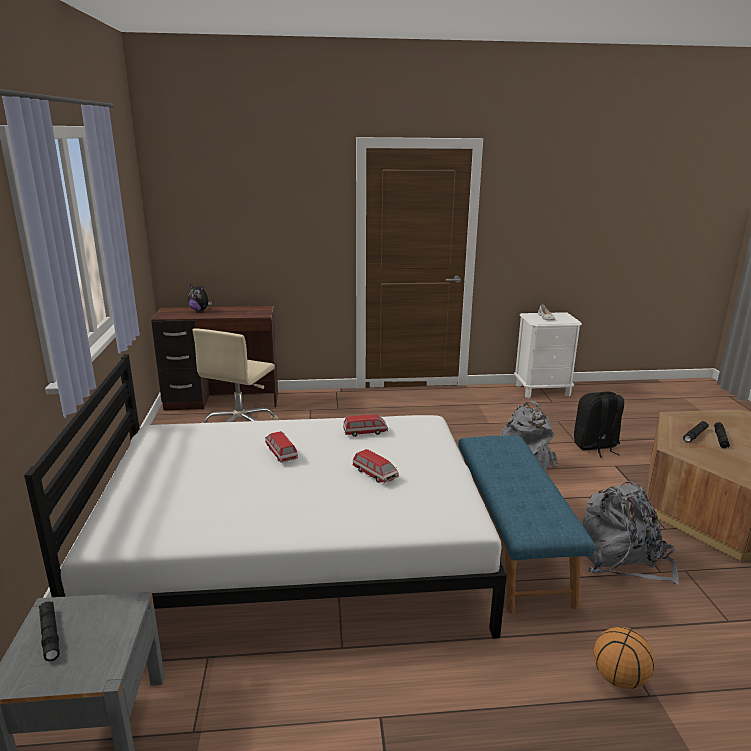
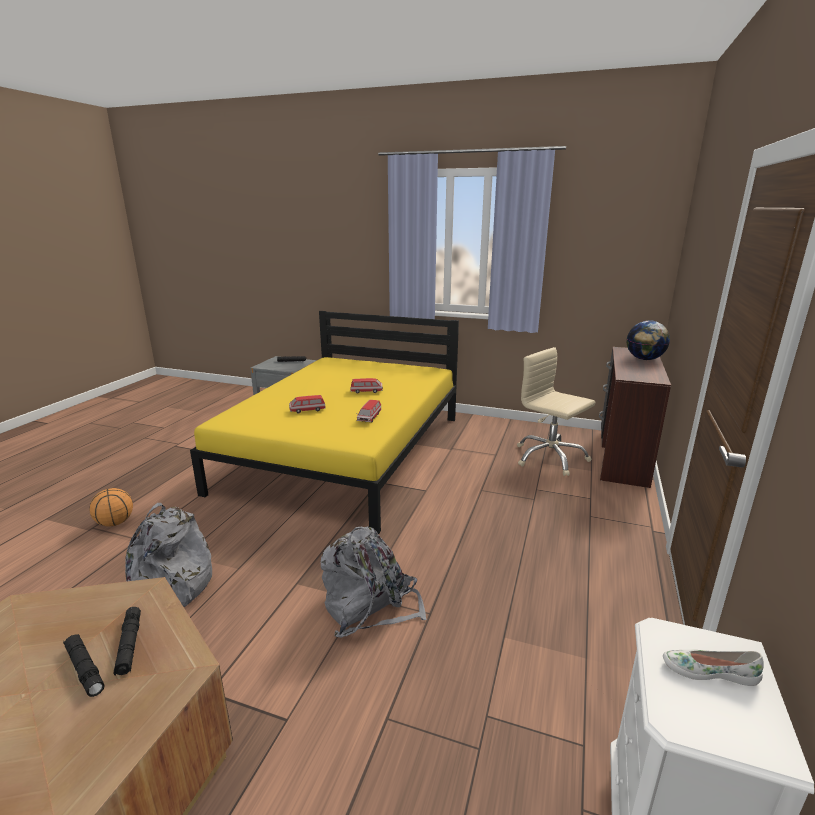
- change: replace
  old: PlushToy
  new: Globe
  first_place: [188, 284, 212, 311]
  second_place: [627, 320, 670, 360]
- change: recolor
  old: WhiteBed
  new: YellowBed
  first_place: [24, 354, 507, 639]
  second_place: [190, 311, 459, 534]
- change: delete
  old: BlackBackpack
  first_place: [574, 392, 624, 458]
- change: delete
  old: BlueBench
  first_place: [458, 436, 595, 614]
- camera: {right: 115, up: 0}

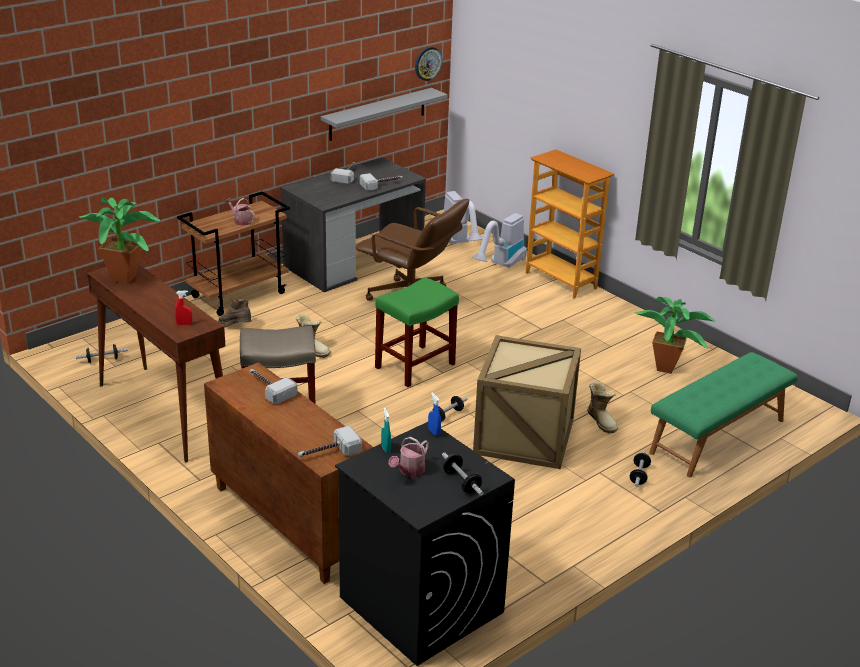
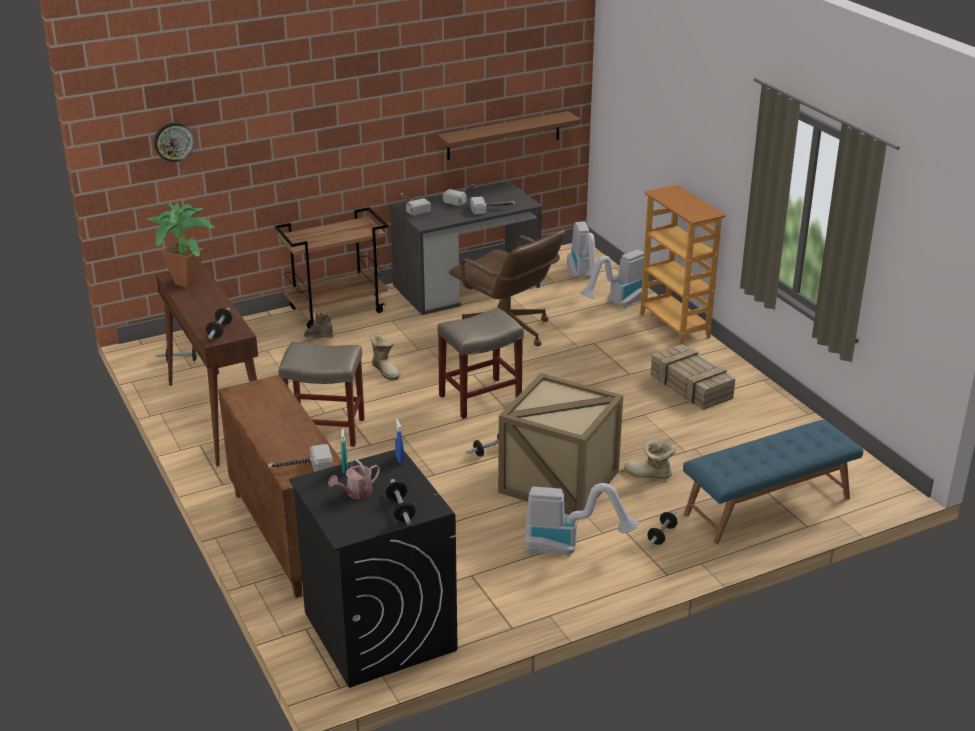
- change: move
  old: WallClock
  first_place: [415, 47, 442, 81]
  second_place: [154, 122, 195, 162]
- change: recolor
  old: GreyShelf
  new: BrownShelf
  first_place: [321, 88, 448, 141]
  second_place: [437, 111, 581, 160]
- change: delete
  old: WateringCan
  first_place: [224, 198, 255, 226]
- change: recolor
  old: GreenStool
  new: BeigeStool
  first_place: [375, 277, 459, 387]
  second_place: [437, 308, 524, 419]
- change: replace
  old: RedSprayBottle
  new: Dumbbell
  first_place: [175, 291, 192, 325]
  second_place: [206, 308, 232, 339]
- change: delete
  old: PottedPlant
  first_place: [634, 297, 716, 374]
- change: recolor
  old: GreenBench
  new: BlueBench
  first_place: [649, 352, 798, 477]
  second_place: [683, 420, 863, 544]
- change: move
  old: Hammer
  first_place: [250, 369, 298, 404]
  second_place: [400, 193, 431, 216]
- change: rotate
  old: Boot
  first_place: [587, 381, 618, 434]
  second_place: [624, 440, 675, 479]
  degrees: 120
- change: insert
  new: Crate
  second_place: [651, 344, 735, 410]
- change: insert
  new: VacuumCleaner
  second_place: [525, 483, 638, 556]
- camera: {right: 15, up: 0}

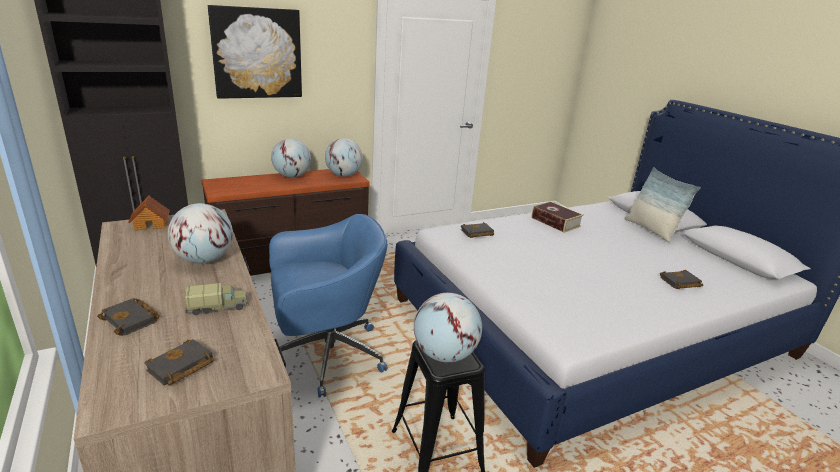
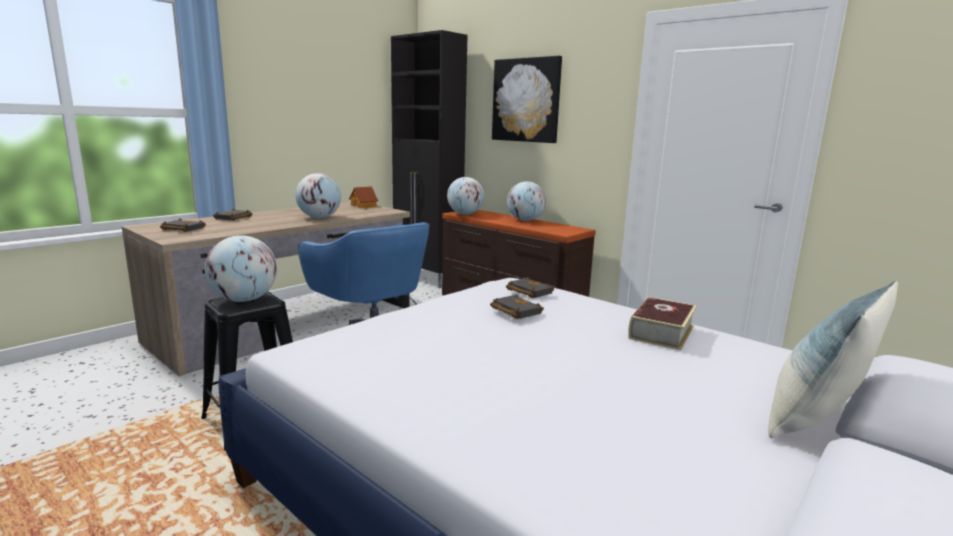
- change: move
  old: Globe
  first_place: [325, 138, 363, 177]
  second_place: [447, 177, 484, 215]
- change: move
  old: BlackBook
  first_place: [660, 270, 703, 289]
  second_place: [490, 294, 544, 319]
- change: delete
  old: ToyTruck
  first_place: [185, 283, 247, 315]
- camera: {right: 70, up: -10}

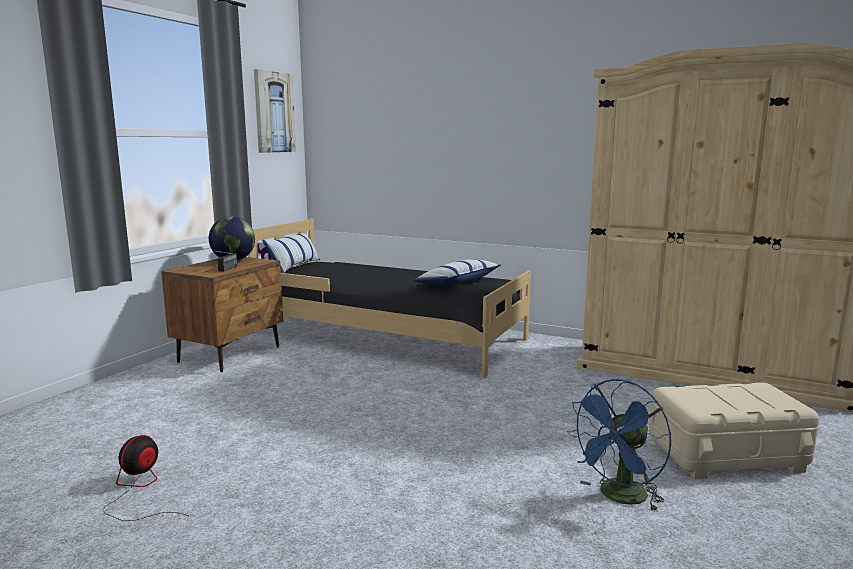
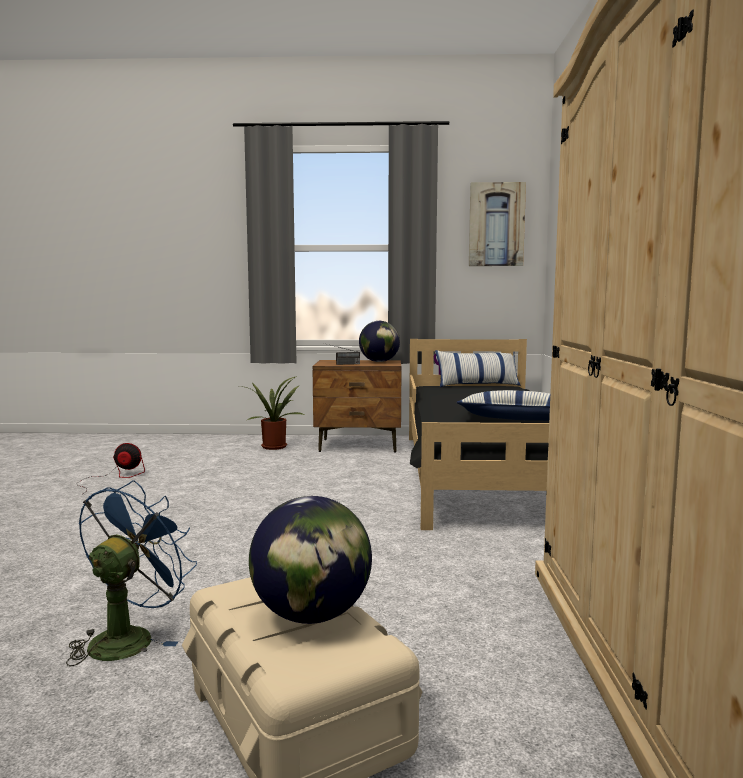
- change: rotate
  old: BlueFan
  first_place: [567, 379, 671, 512]
  second_place: [66, 480, 197, 666]
  degrees: 90
- change: insert
  new: PottedPlant
  second_place: [239, 376, 306, 450]
- change: insert
  new: Globe
  second_place: [249, 496, 372, 624]
- camera: {right: 65, up: -5}

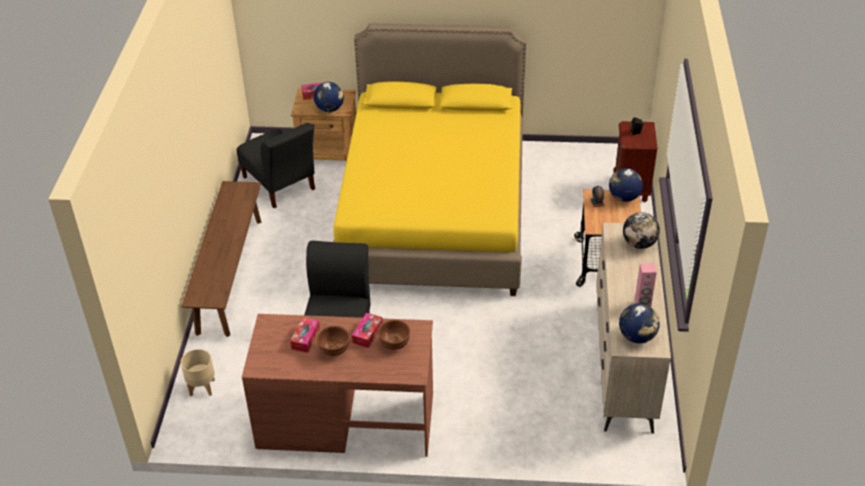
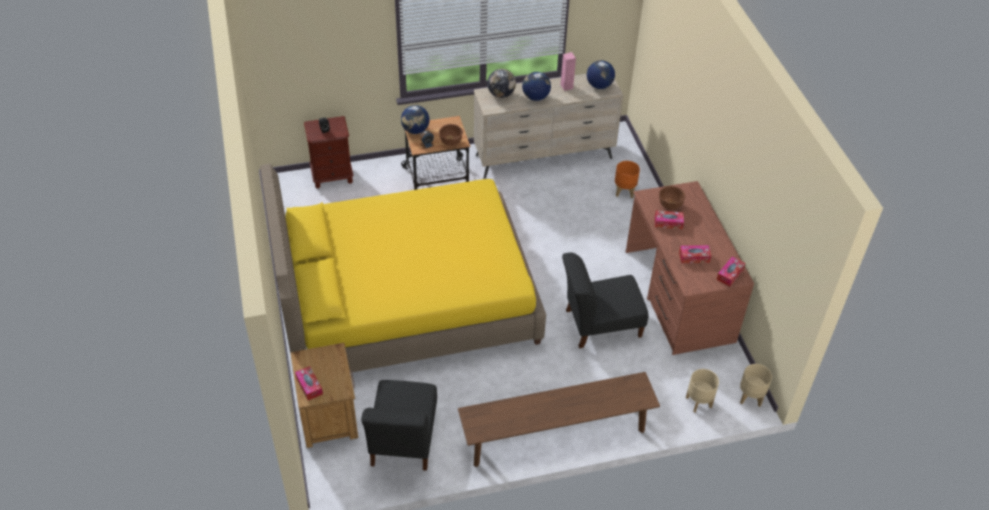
- change: move
  old: Globe
  first_place: [314, 82, 344, 112]
  second_place: [522, 72, 551, 101]
- change: rotate
  old: BlackChair
  first_place: [237, 123, 315, 208]
  second_place: [361, 380, 437, 471]
  degrees: 150
- change: move
  old: BrownBowl
  first_place: [317, 326, 350, 356]
  second_place: [439, 124, 463, 146]
- change: insert
  new: OrangePlanter
  second_place: [615, 161, 640, 198]
- change: insert
  new: TissueBox
  second_place: [716, 257, 745, 287]
- change: insert
  new: BeigePlanter
  second_place: [740, 364, 772, 407]
- camera: {right: -110, up: 5}

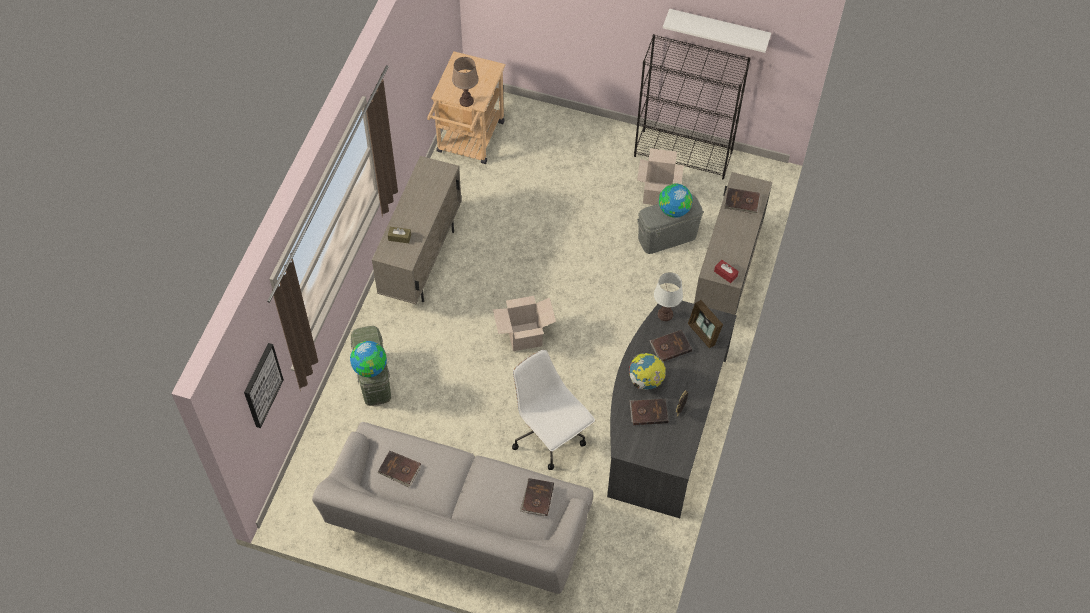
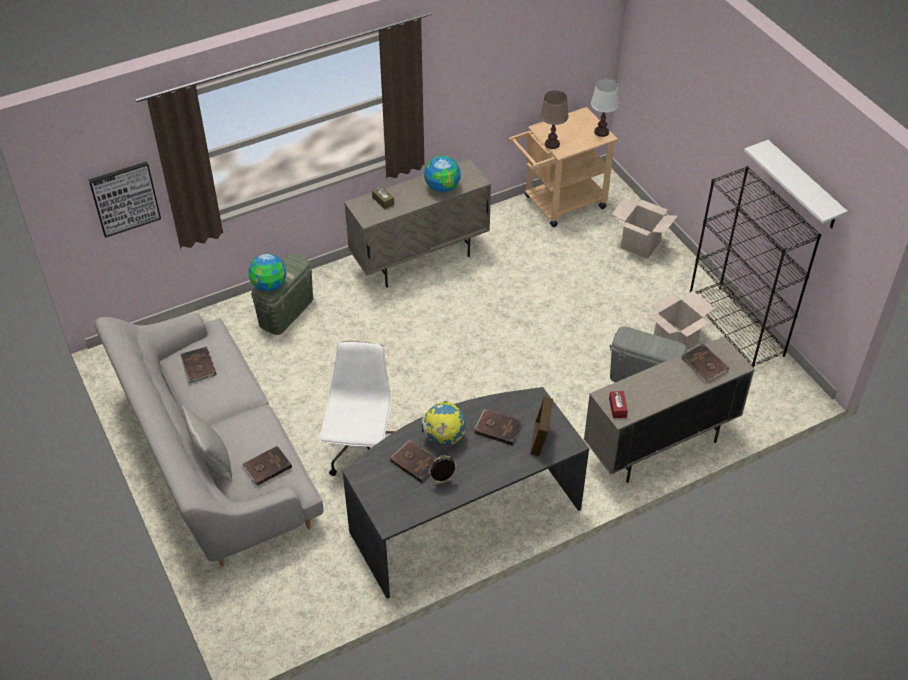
- change: move
  old: Globe
  first_place: [659, 184, 693, 218]
  second_place: [424, 156, 461, 193]
- change: move
  old: WhiteTableLamp
  first_place: [654, 272, 683, 321]
  second_place: [591, 79, 619, 137]
- change: move
  old: CardboardBox
  first_place: [493, 296, 556, 351]
  second_place: [612, 198, 677, 259]
- change: insert
  new: GreyPillow
  second_place: [182, 405, 232, 482]
- camera: {right: 45, up: -10}

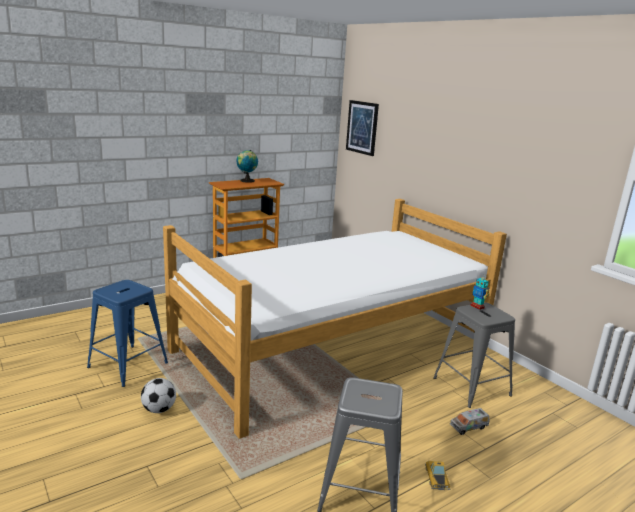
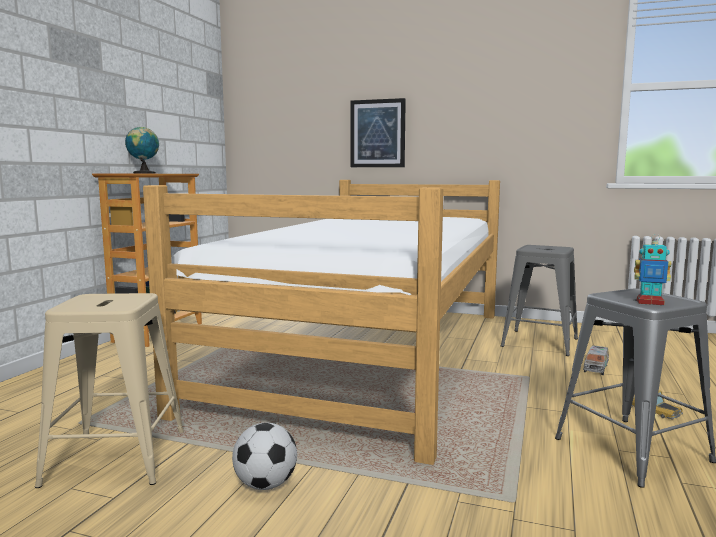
- change: move
  old: Picture
  first_place: [346, 100, 379, 156]
  second_place: [350, 98, 406, 167]
- change: move
  old: ToyRobot
  first_place: [471, 275, 489, 310]
  second_place: [634, 234, 671, 305]
- change: recolor
  old: BlueStool
  new: BeigeStool
  first_place: [87, 280, 168, 387]
  second_place: [35, 293, 184, 488]
- camera: {right: -35, up: -10}

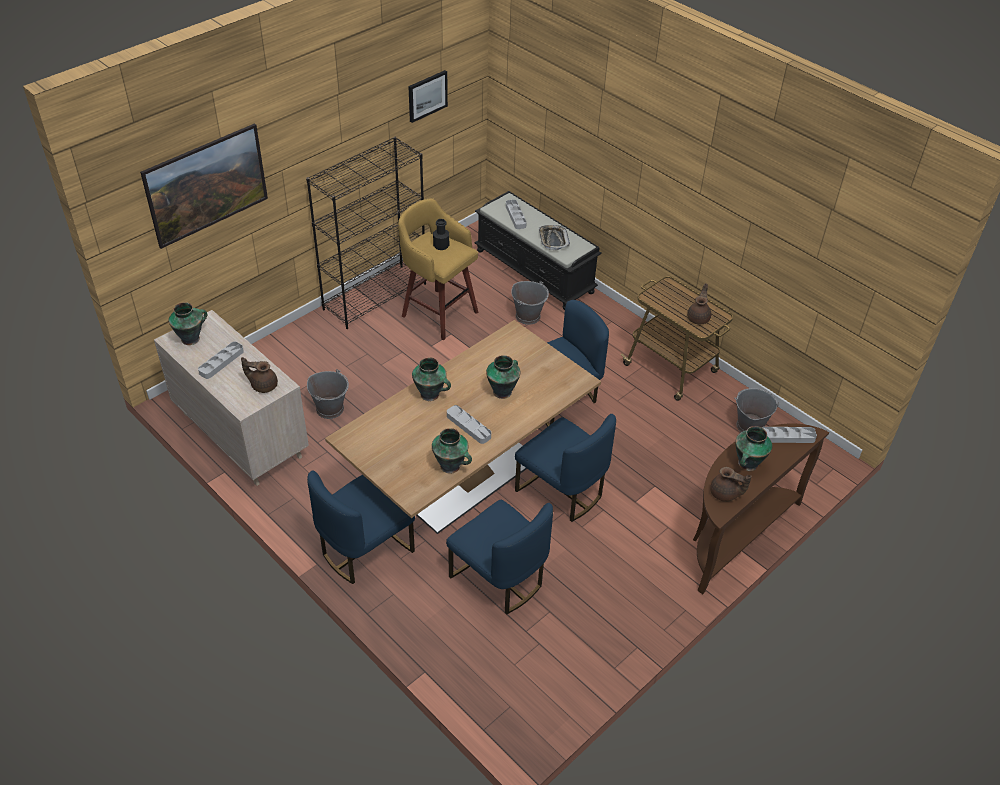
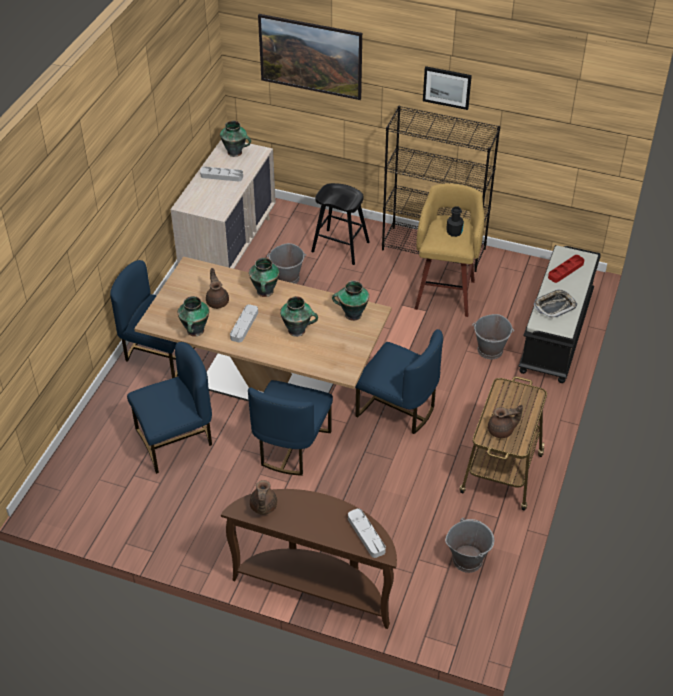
- change: move
  old: Picture
  first_place: [408, 70, 448, 123]
  second_place: [423, 66, 472, 110]
- change: recolor
  old: GreyTray
  new: RedTray
  first_place: [506, 200, 527, 229]
  second_place: [548, 255, 584, 283]
- change: move
  old: BrownTeapot
  first_place: [241, 357, 278, 393]
  second_place: [206, 268, 229, 309]
- change: move
  old: Vase
  first_place: [735, 426, 772, 471]
  second_place: [332, 281, 369, 321]
- change: rotate
  old: BlueChair
  first_place: [446, 500, 553, 614]
  second_place: [127, 342, 212, 474]
  degrees: -135
- change: insert
  new: BlackStool
  second_place: [311, 183, 370, 265]
- camera: {right: 65, up: 0}

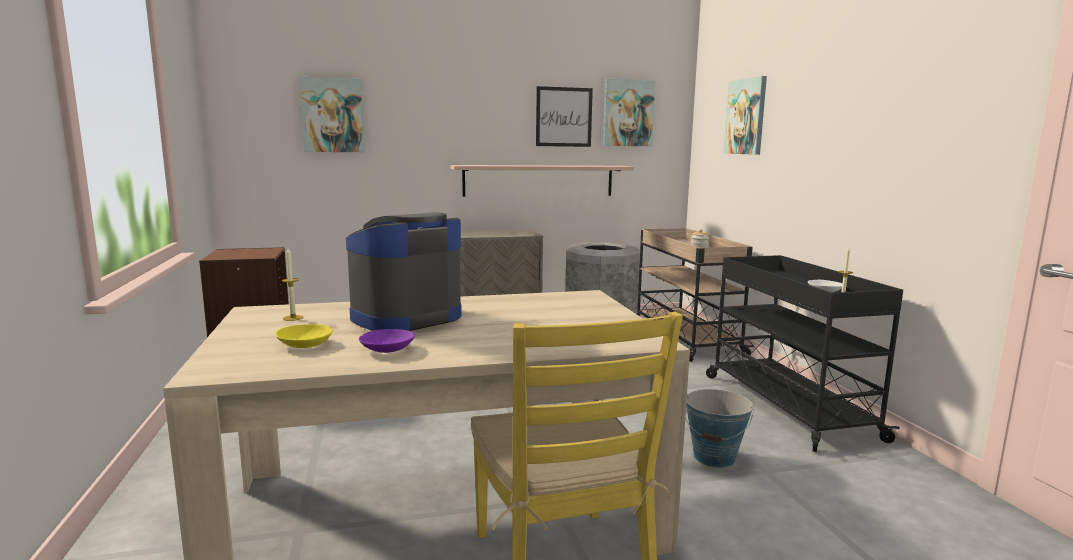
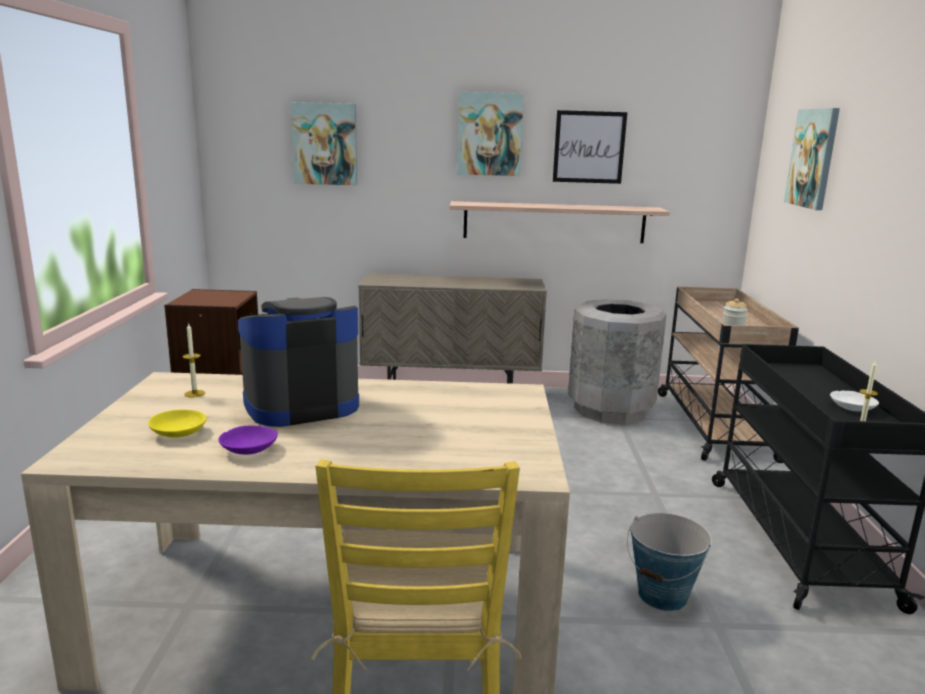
- change: move
  old: Picture
  first_place: [603, 79, 655, 146]
  second_place: [457, 92, 524, 176]
- camera: {right: 15, up: 5}

